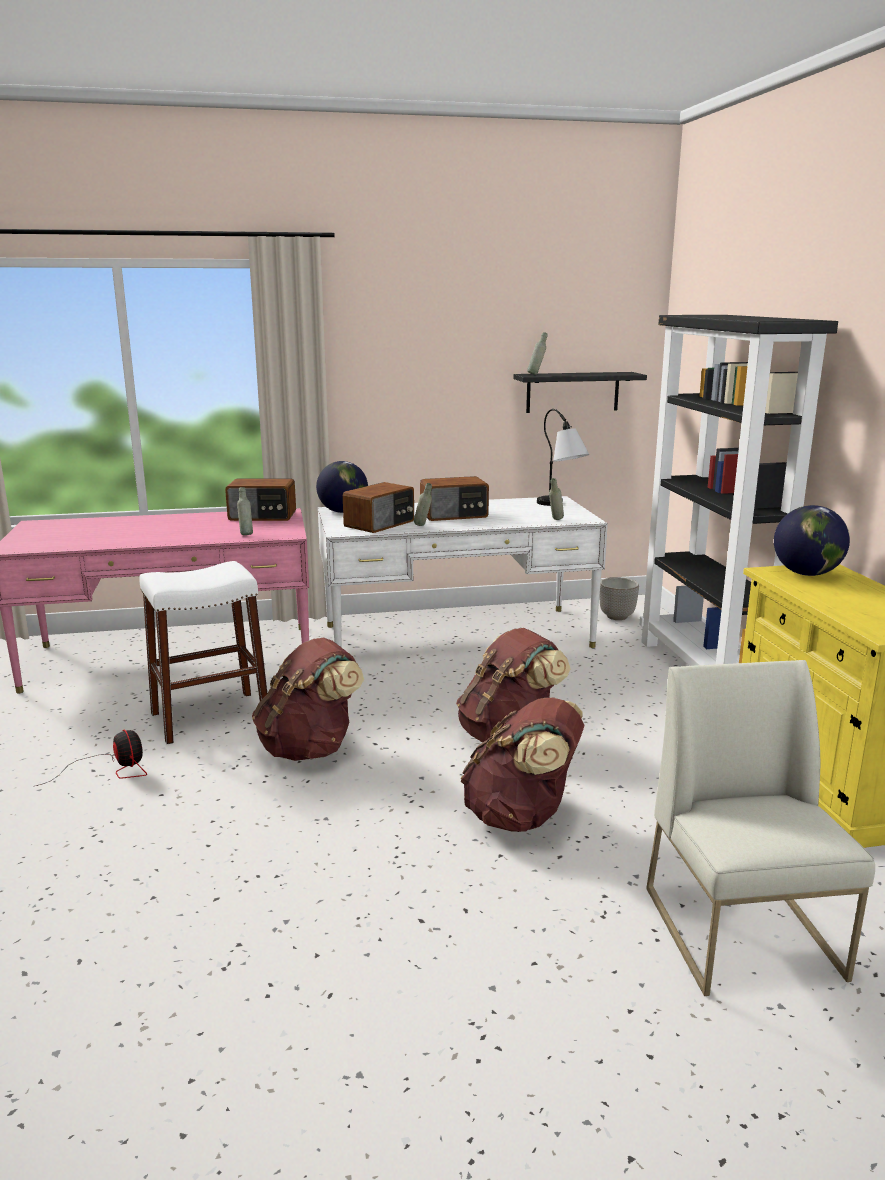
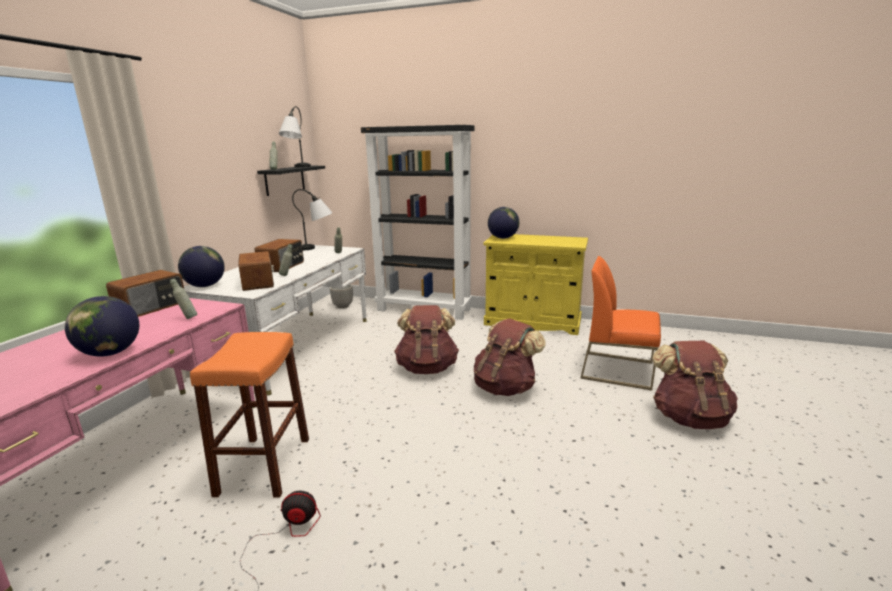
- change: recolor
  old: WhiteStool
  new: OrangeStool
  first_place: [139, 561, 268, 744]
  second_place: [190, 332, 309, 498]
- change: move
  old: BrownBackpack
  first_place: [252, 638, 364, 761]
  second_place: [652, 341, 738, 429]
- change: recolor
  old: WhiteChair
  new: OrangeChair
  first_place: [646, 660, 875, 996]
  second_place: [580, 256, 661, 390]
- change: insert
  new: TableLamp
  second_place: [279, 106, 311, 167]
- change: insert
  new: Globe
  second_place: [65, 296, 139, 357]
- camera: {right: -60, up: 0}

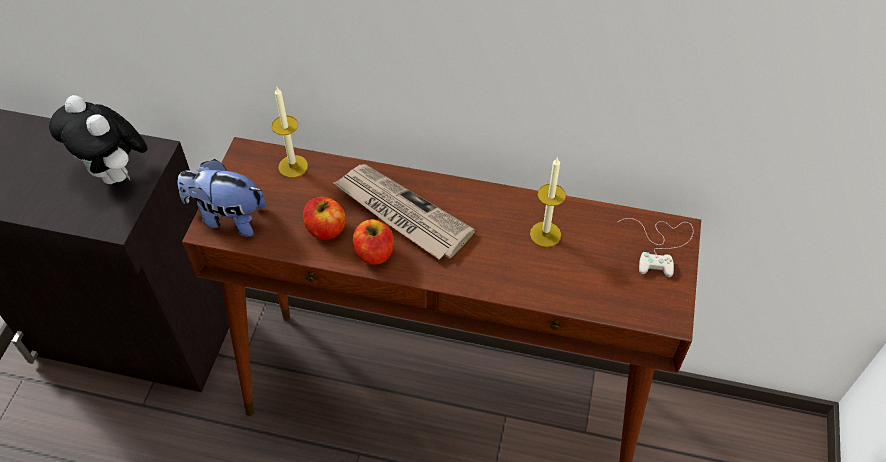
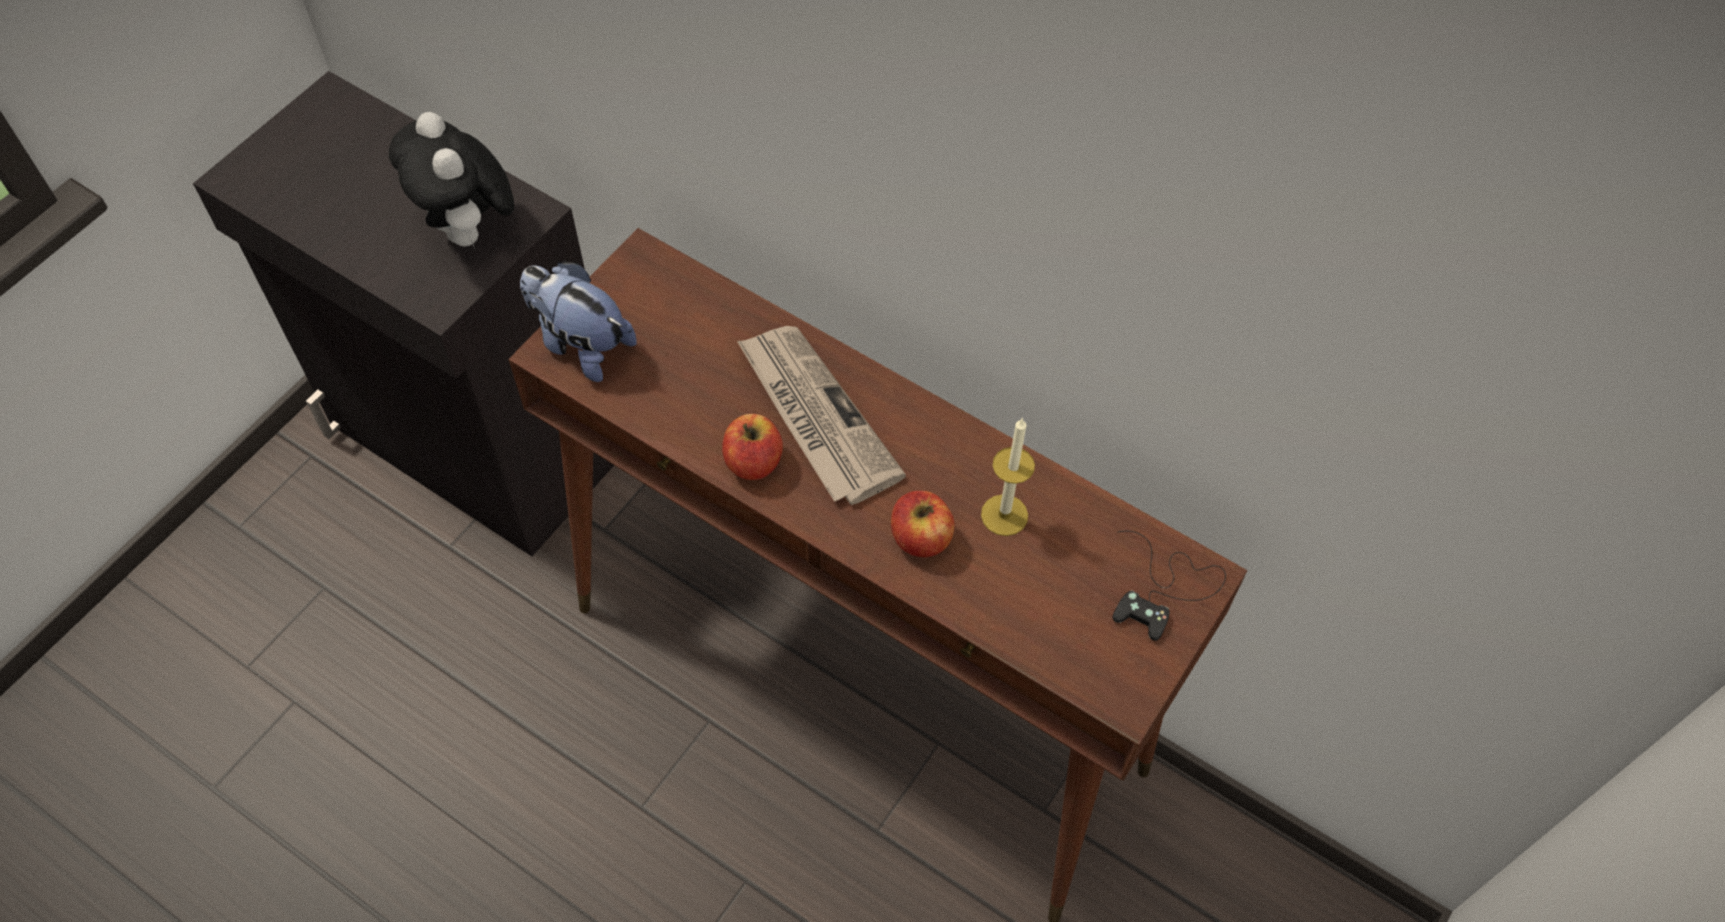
- change: delete
  old: Candle
  first_place: [272, 87, 308, 178]
- change: move
  old: Apple
  first_place: [303, 197, 346, 240]
  second_place: [891, 491, 955, 557]
- change: recolor
  old: WhiteGameController
  new: BlackGameController
  first_place: [618, 218, 694, 277]
  second_place: [1113, 531, 1226, 641]
- camera: {right: 20, up: 5}

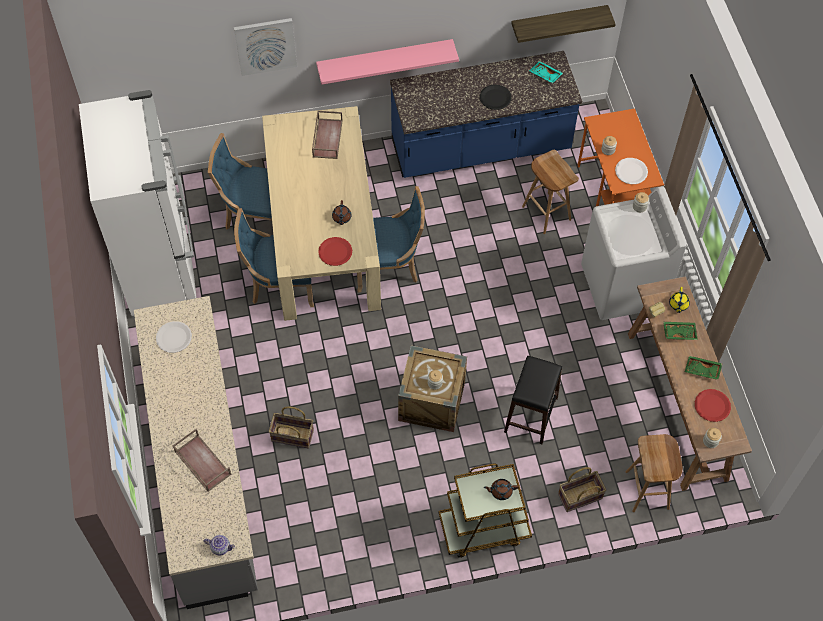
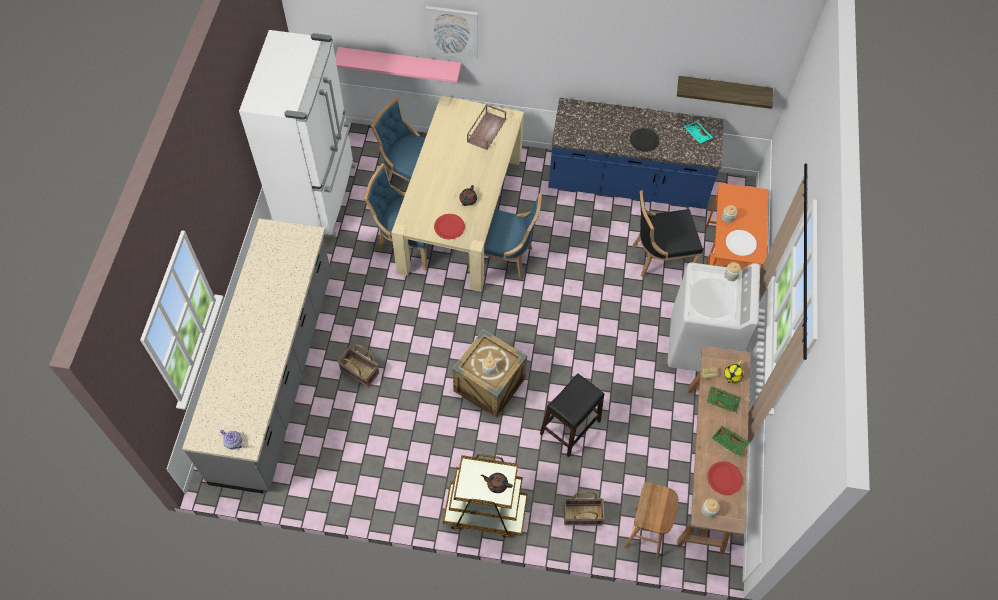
- change: move
  old: PinkShelf
  first_place: [316, 39, 459, 85]
  second_place: [335, 47, 461, 83]
- change: replace
  old: BrownStool
  new: BlackChair
  first_place: [522, 150, 579, 234]
  second_place: [632, 190, 703, 277]
- change: delete
  old: WhitePlate
  first_place: [156, 321, 192, 353]
- change: delete
  old: BrownTray
  first_place: [172, 429, 232, 492]
- camera: {right: 20, up: 0}

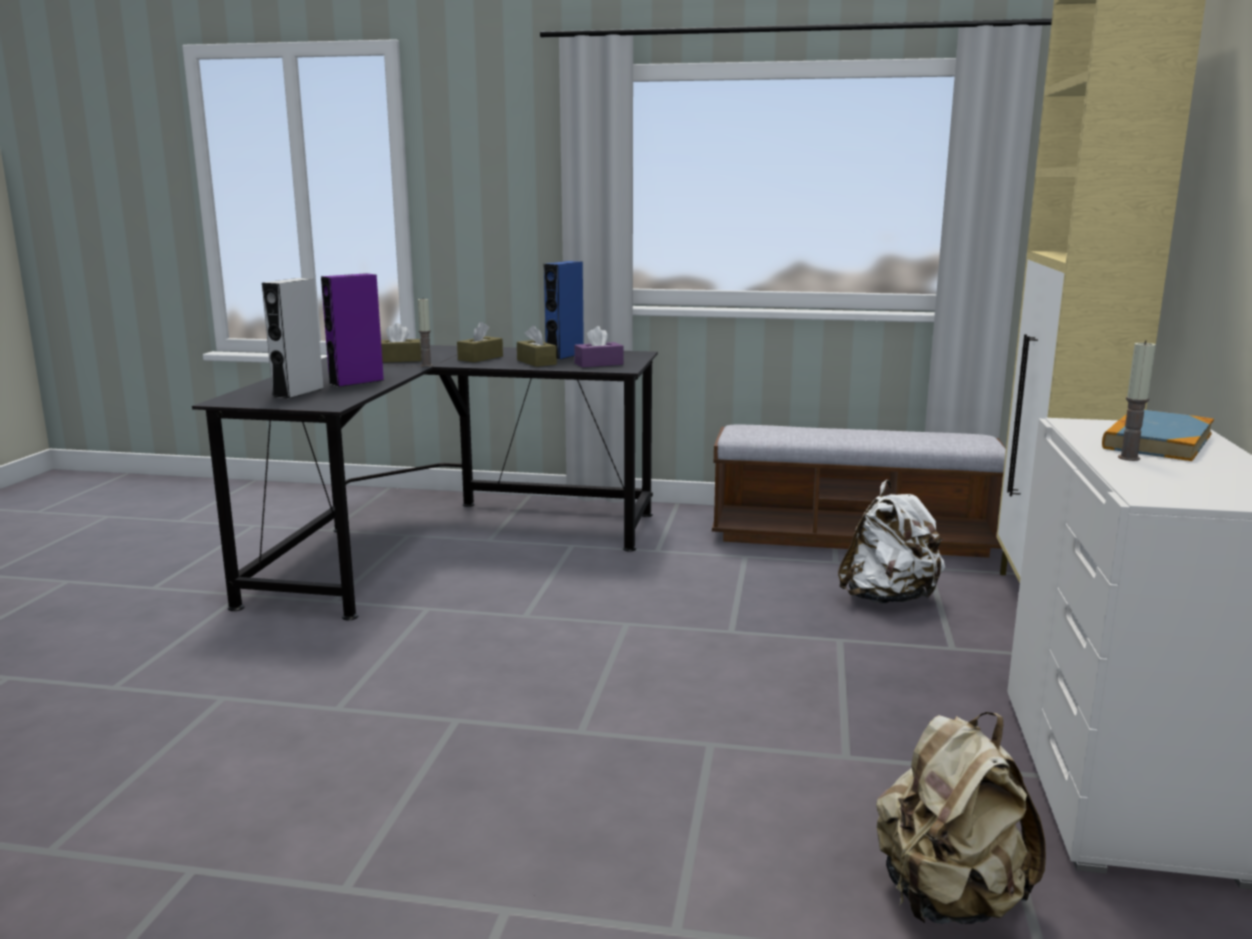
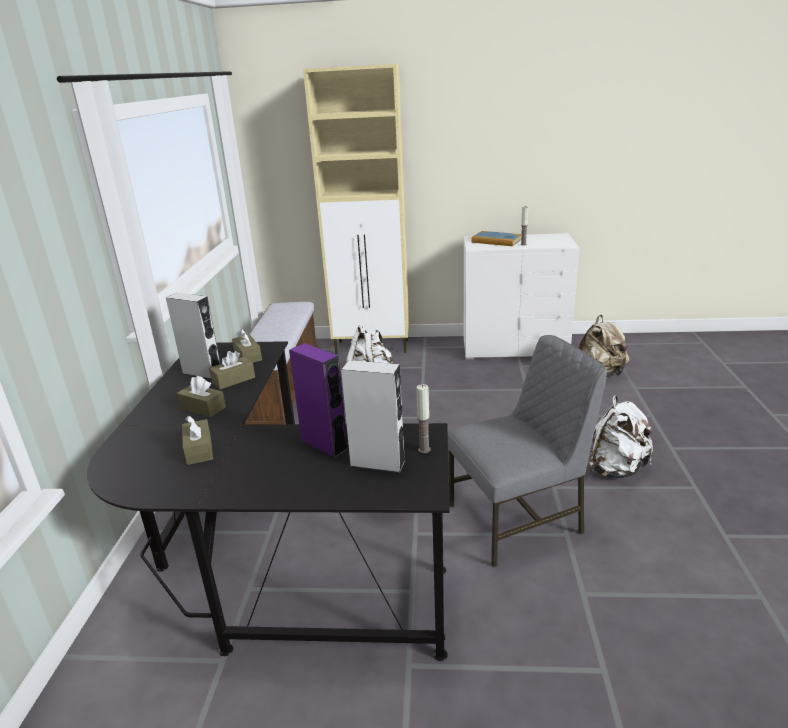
- change: recolor
  old: BlueSpeaker
  new: GreySpeaker
  first_place: [544, 261, 584, 360]
  second_place: [166, 293, 220, 379]
- change: move
  old: Candle
  first_place: [418, 299, 432, 367]
  second_place: [416, 384, 431, 453]
- change: recolor
  old: PurpleTissueBox
  new: BrownTissueBox
  first_place: [574, 326, 623, 368]
  second_place: [232, 329, 262, 363]
- change: insert
  new: GreyChair
  second_place: [448, 335, 607, 567]
- change: insert
  new: WhiteBackpack
  second_place: [589, 395, 654, 478]
- camera: {right: -95, up: 10}

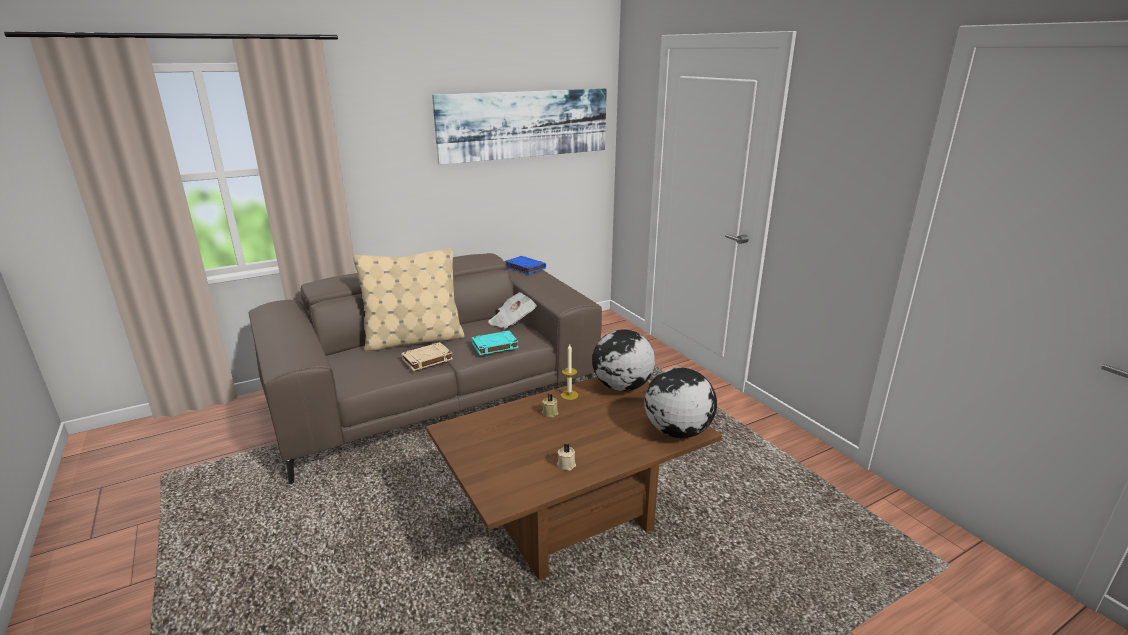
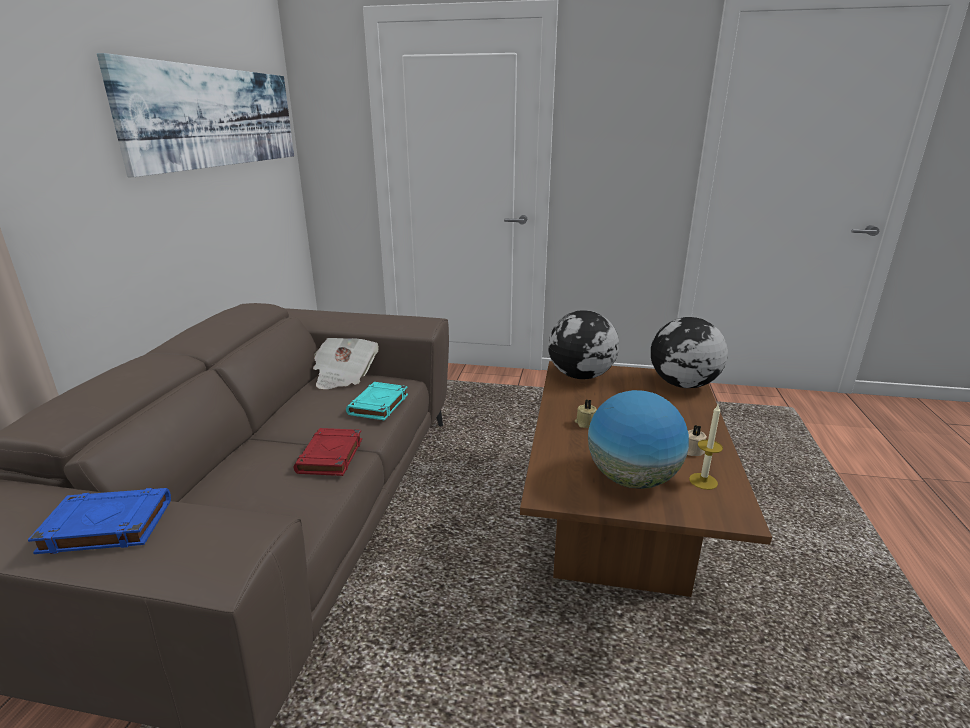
- change: delete
  old: BeigePillow
  first_place: [353, 248, 464, 351]
- change: move
  old: BlueBook
  first_place: [505, 256, 546, 275]
  second_place: [28, 488, 171, 554]
- change: recolor
  old: BeigeBook
  new: RedBook
  first_place: [401, 342, 453, 371]
  second_place: [294, 428, 362, 476]
- change: move
  old: Candle
  first_place: [561, 344, 578, 400]
  second_place: [689, 403, 723, 490]
- change: insert
  new: Globe
  second_place: [588, 390, 689, 489]
- camera: {right: -50, up: 0}

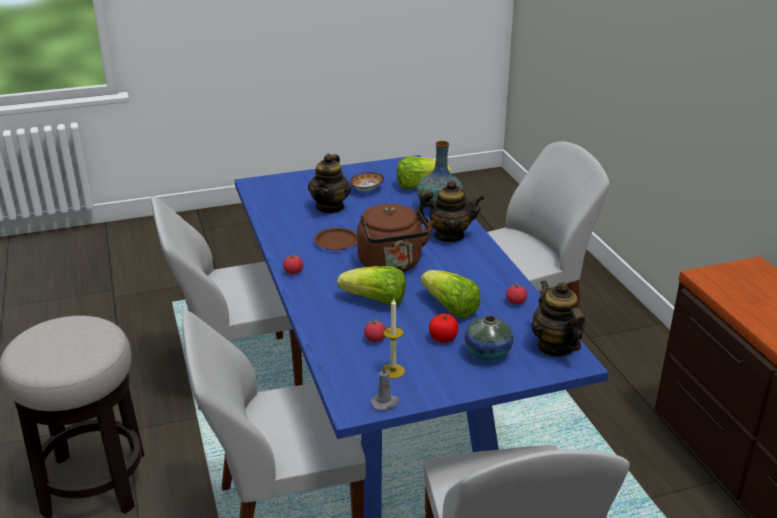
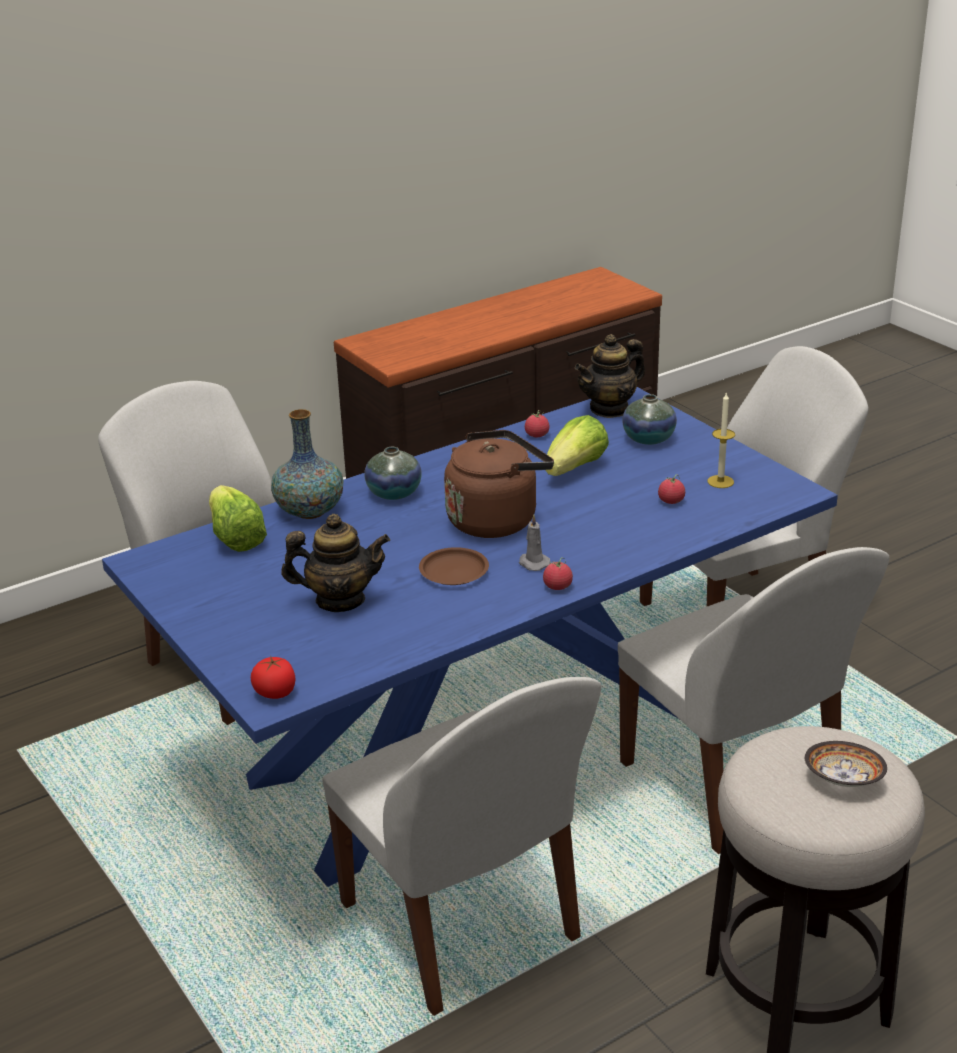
- change: move
  old: Bowl
  first_place: [350, 172, 384, 191]
  second_place: [804, 741, 887, 787]
- change: replace
  old: Teapot
  new: Vase
  first_place: [416, 180, 485, 242]
  second_place: [364, 447, 422, 500]
- change: delete
  old: Lettuce
  first_place: [337, 266, 406, 305]
- change: move
  old: Tomato
  first_place: [429, 313, 459, 343]
  second_place: [251, 656, 296, 699]
- change: move
  old: GreyCandle
  first_place: [370, 364, 400, 411]
  second_place: [519, 514, 551, 571]
- camera: {right: -105, up: 0}

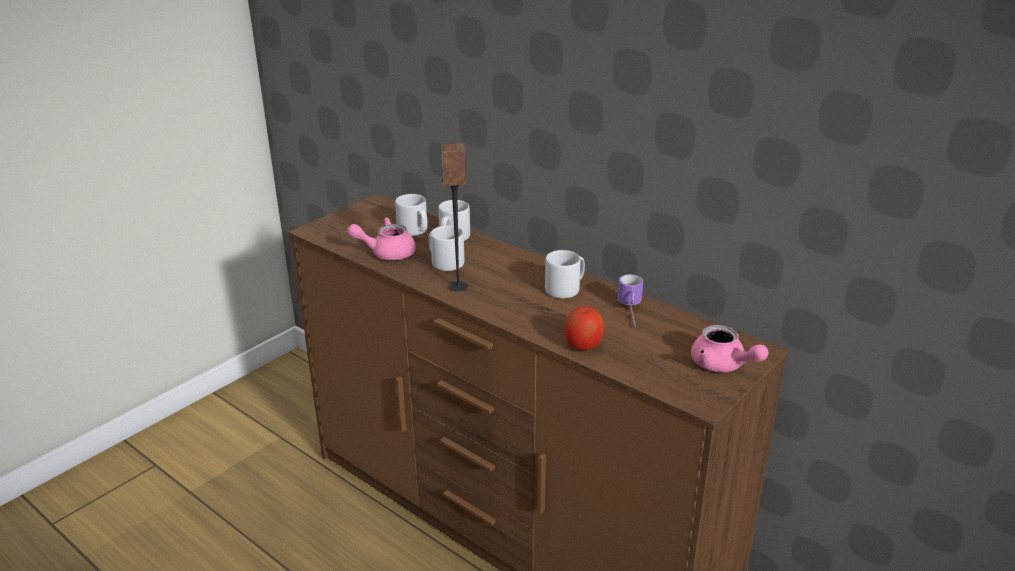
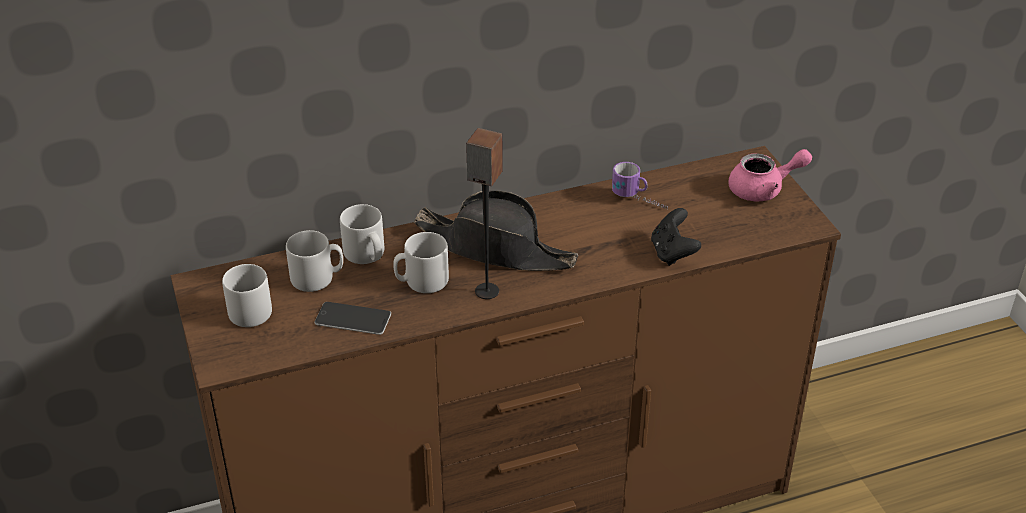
- change: replace
  old: PinkTeapot
  new: Phone
  first_place: [347, 217, 416, 260]
  second_place: [314, 302, 391, 335]
- change: move
  old: GreyMug
  first_place: [545, 250, 585, 299]
  second_place: [222, 264, 272, 327]
- change: replace
  old: Apple
  new: BlackGameController
  first_place: [564, 306, 604, 350]
  second_place: [651, 208, 701, 266]
- change: insert
  new: BlackHat
  second_place: [414, 191, 578, 271]
- camera: {right: -60, up: 10}

